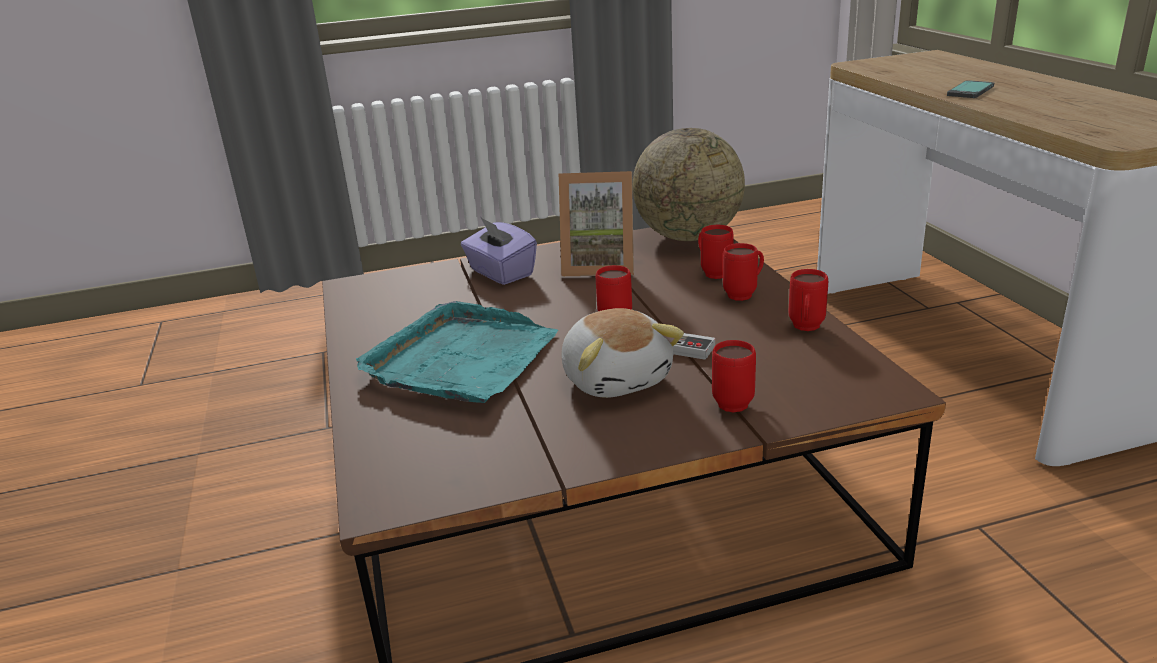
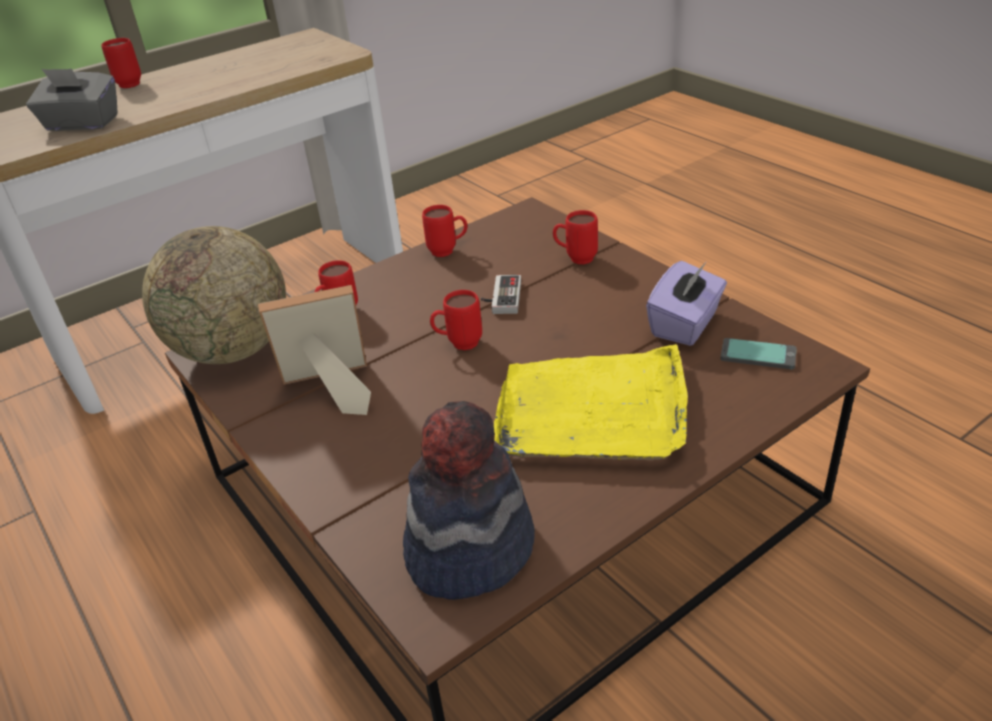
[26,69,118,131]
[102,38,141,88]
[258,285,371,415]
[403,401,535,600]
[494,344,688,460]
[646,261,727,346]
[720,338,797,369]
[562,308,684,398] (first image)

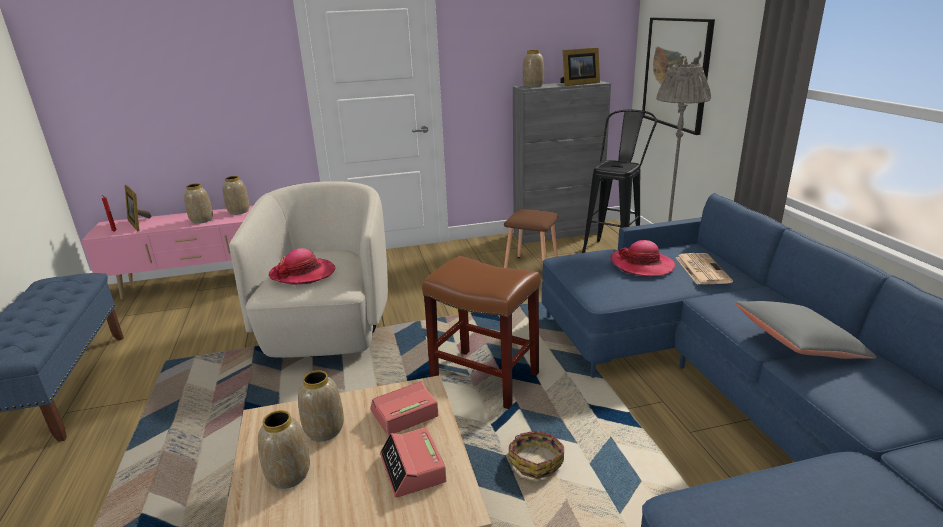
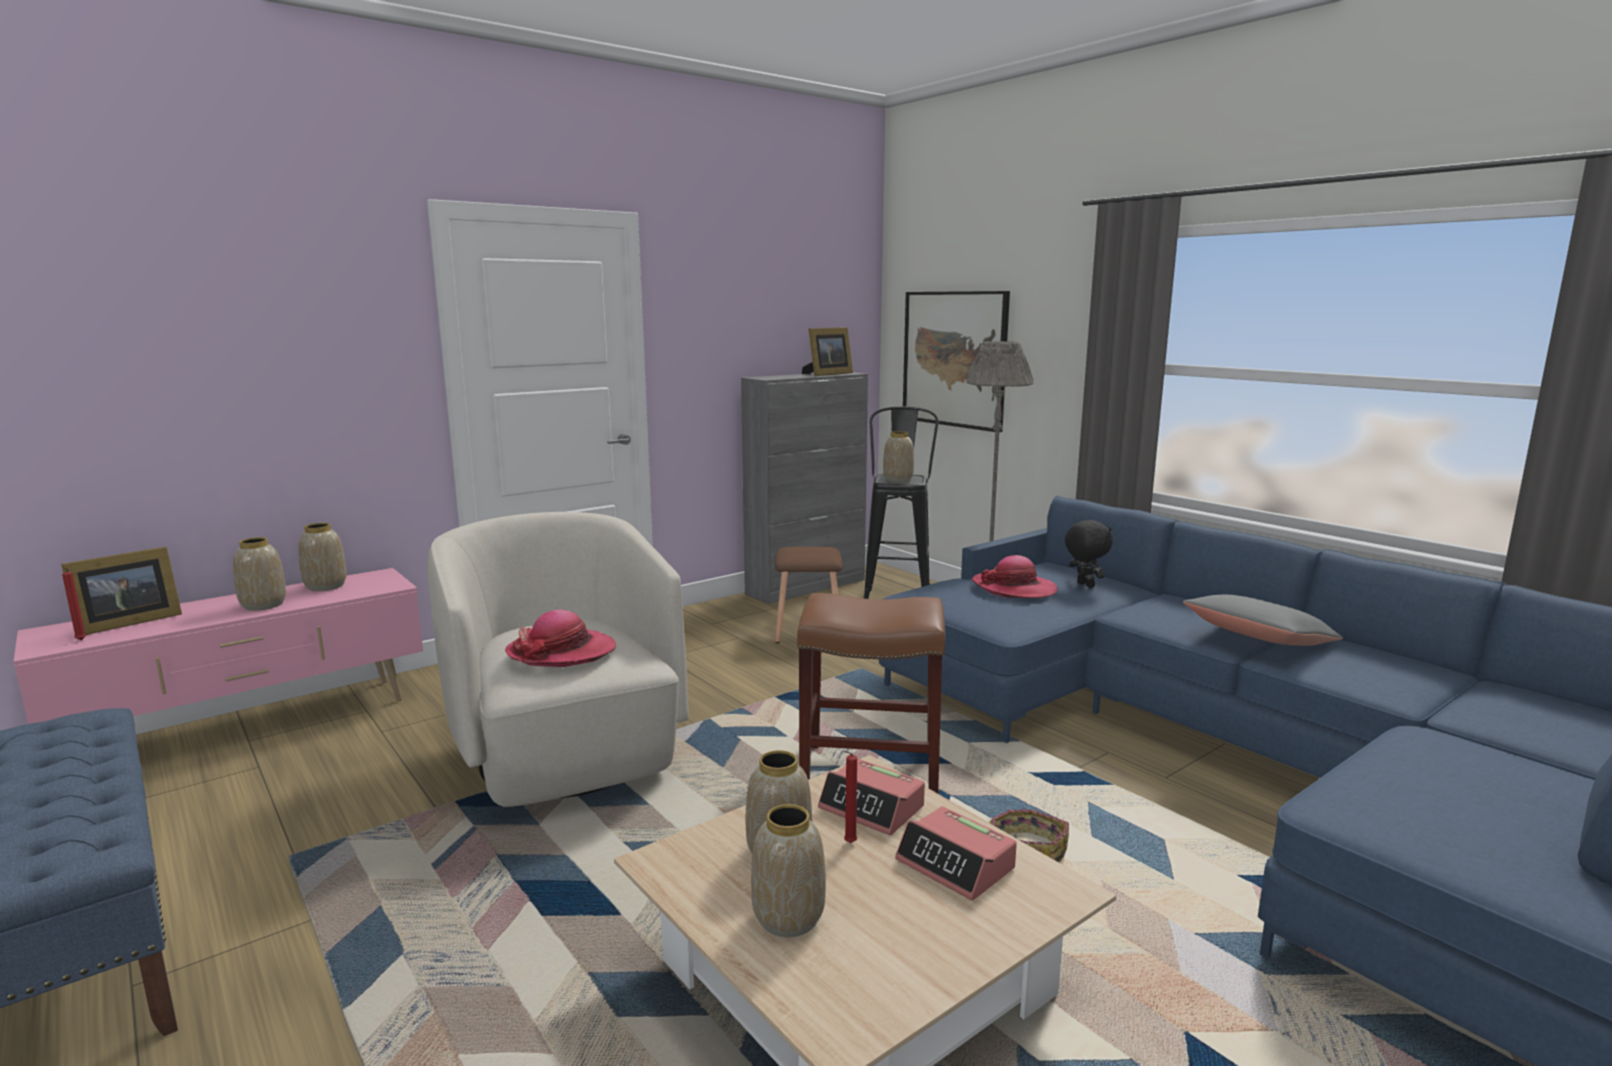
[61,546,182,635]
[818,758,925,835]
[843,750,857,843]
[883,431,914,483]
[1065,520,1113,588]

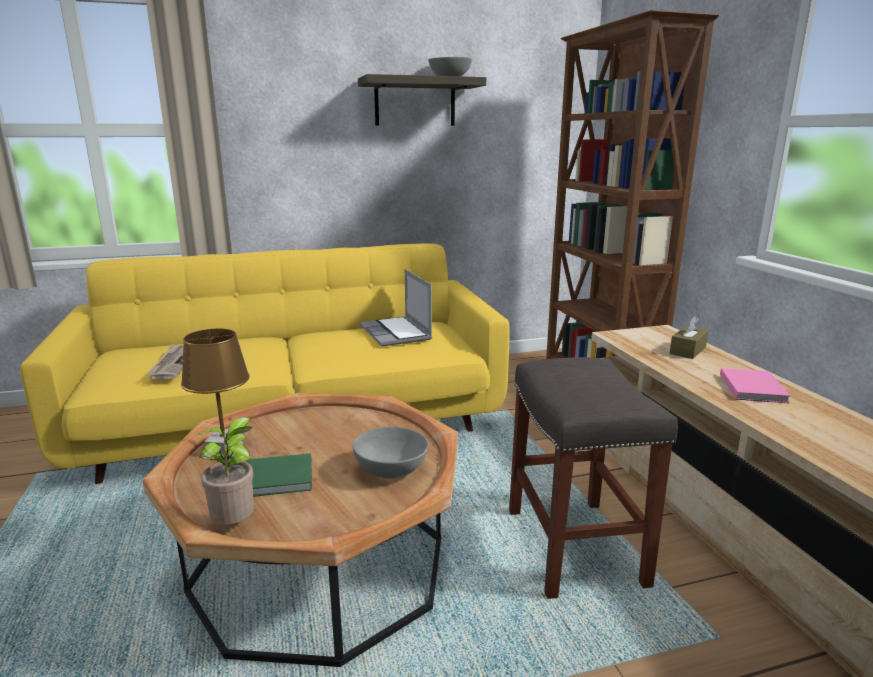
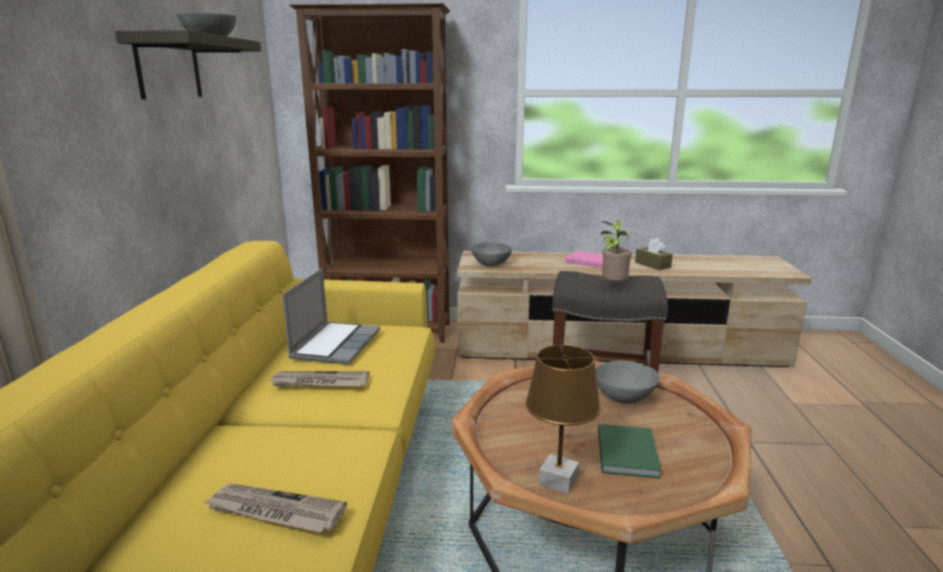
[268,371,369,386]
[282,268,380,365]
[471,242,512,267]
[599,220,632,282]
[635,238,673,270]

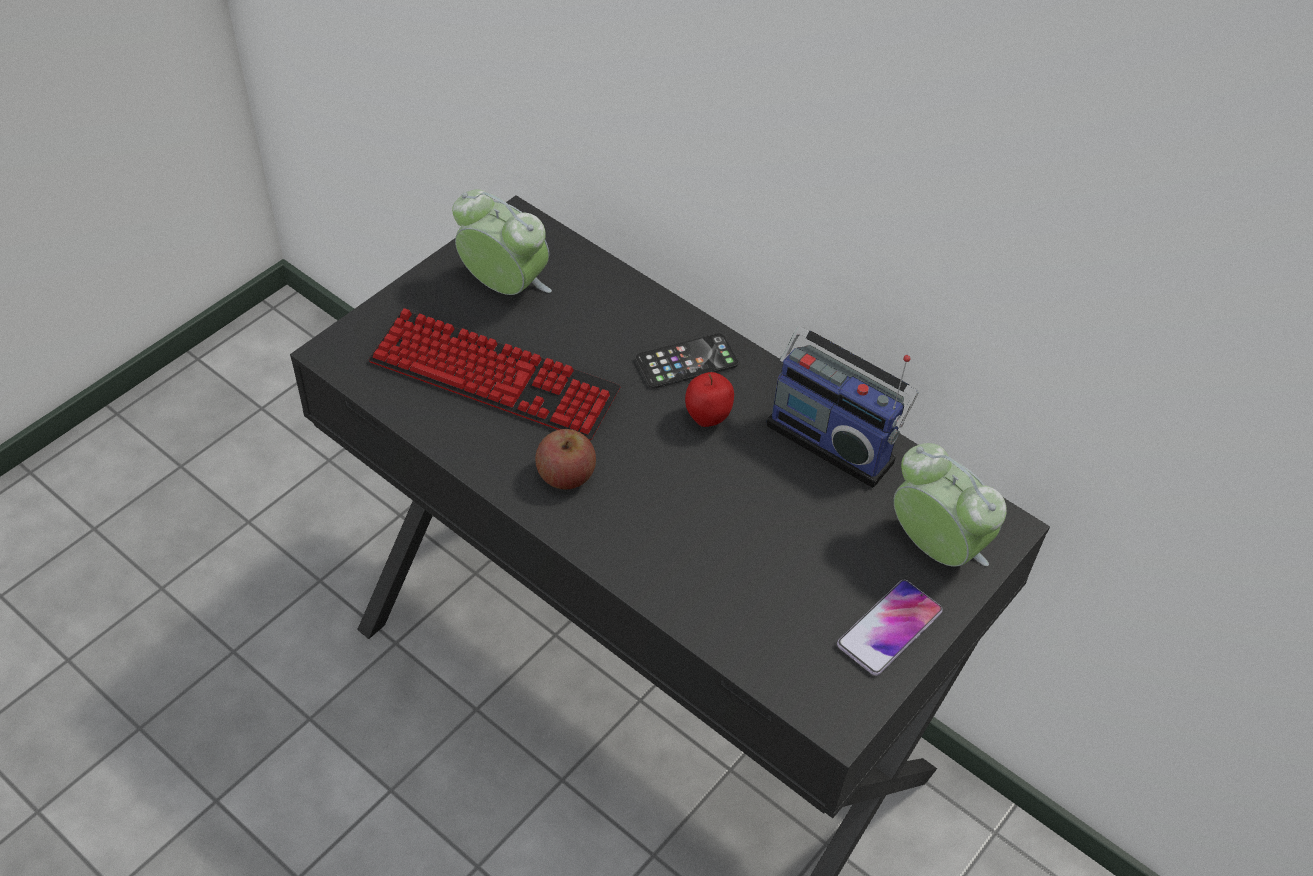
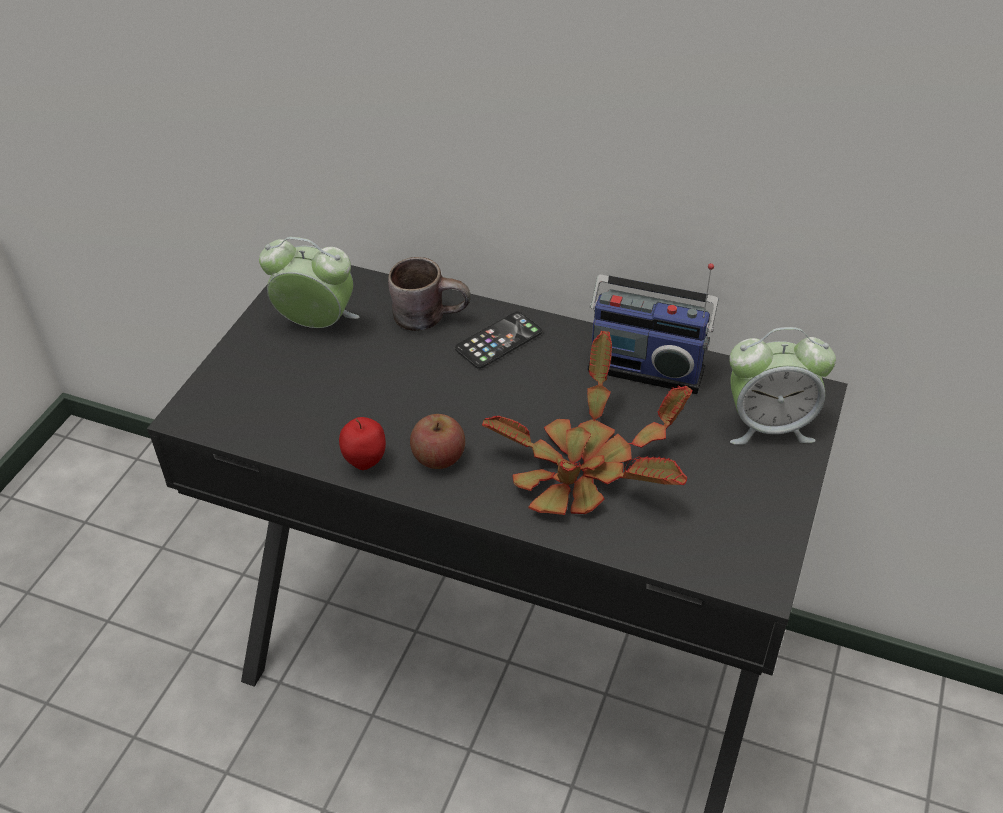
[339,417,386,470]
[388,257,471,331]
[482,331,693,515]
[729,327,836,445]
[369,308,620,440] (first image)
[837,580,943,676] (first image)

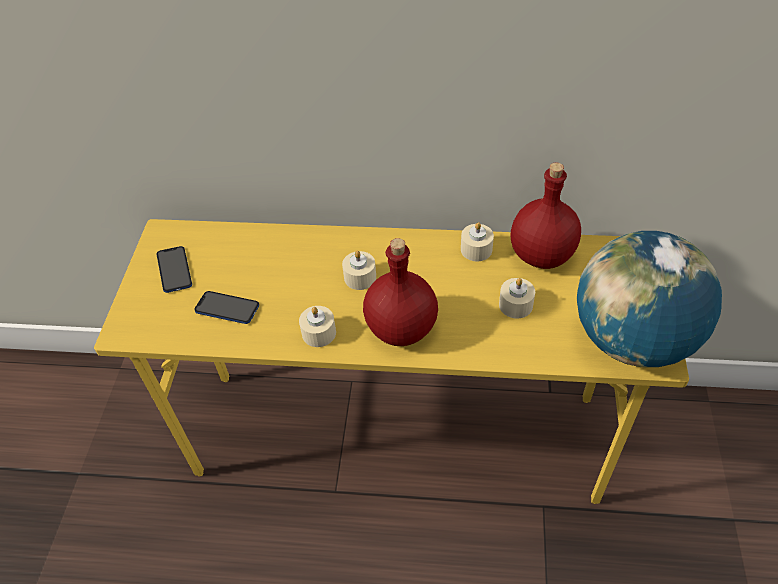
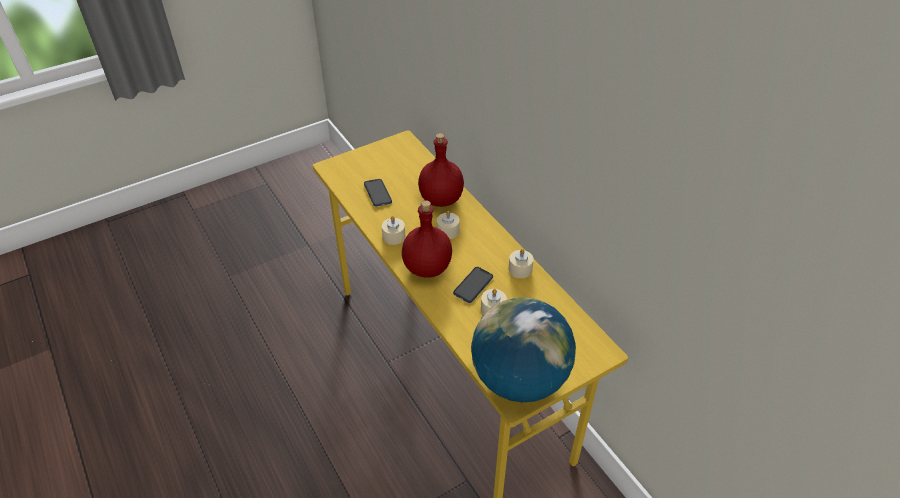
[418,133,464,207]
[453,267,493,303]

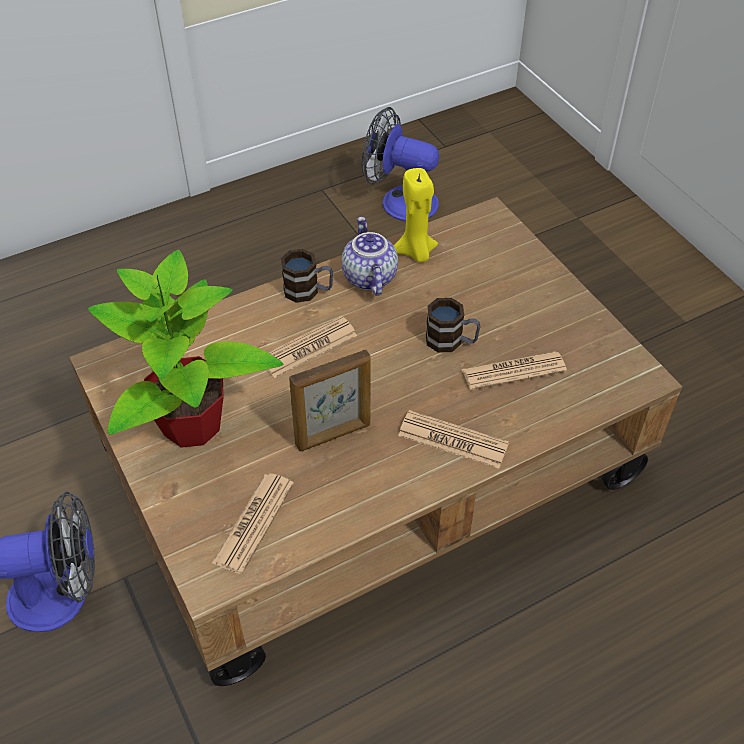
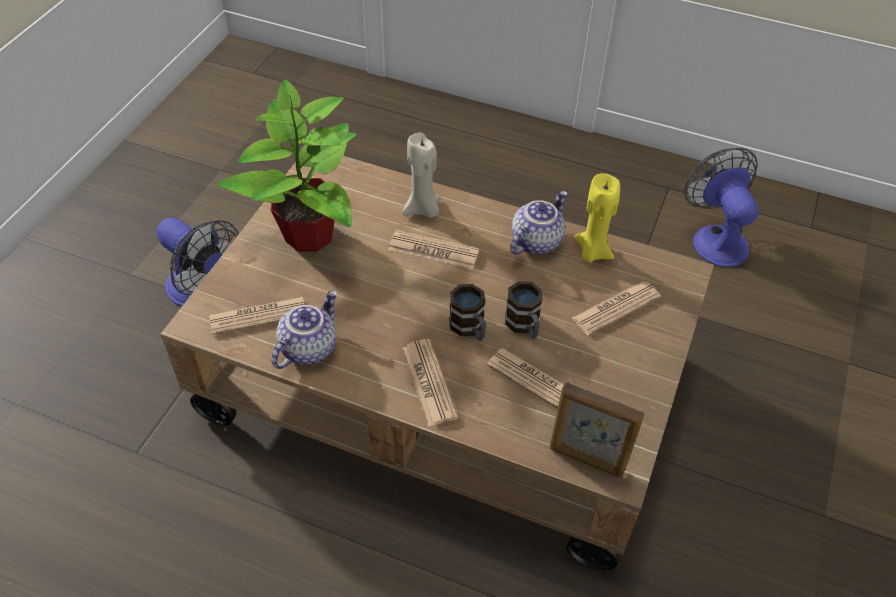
[271,290,337,369]
[402,133,440,218]
[449,284,486,340]
[550,382,645,478]
[572,281,661,335]

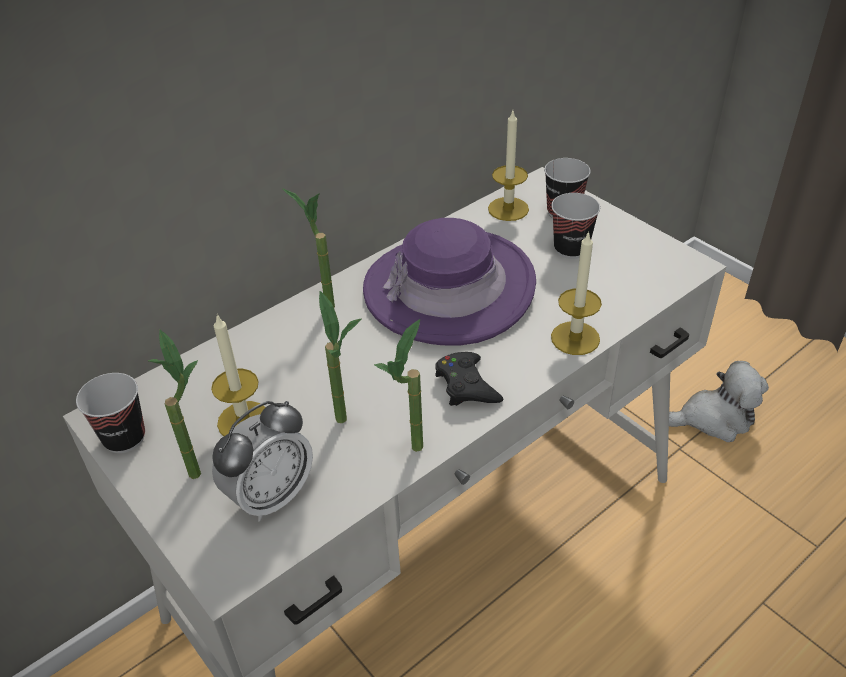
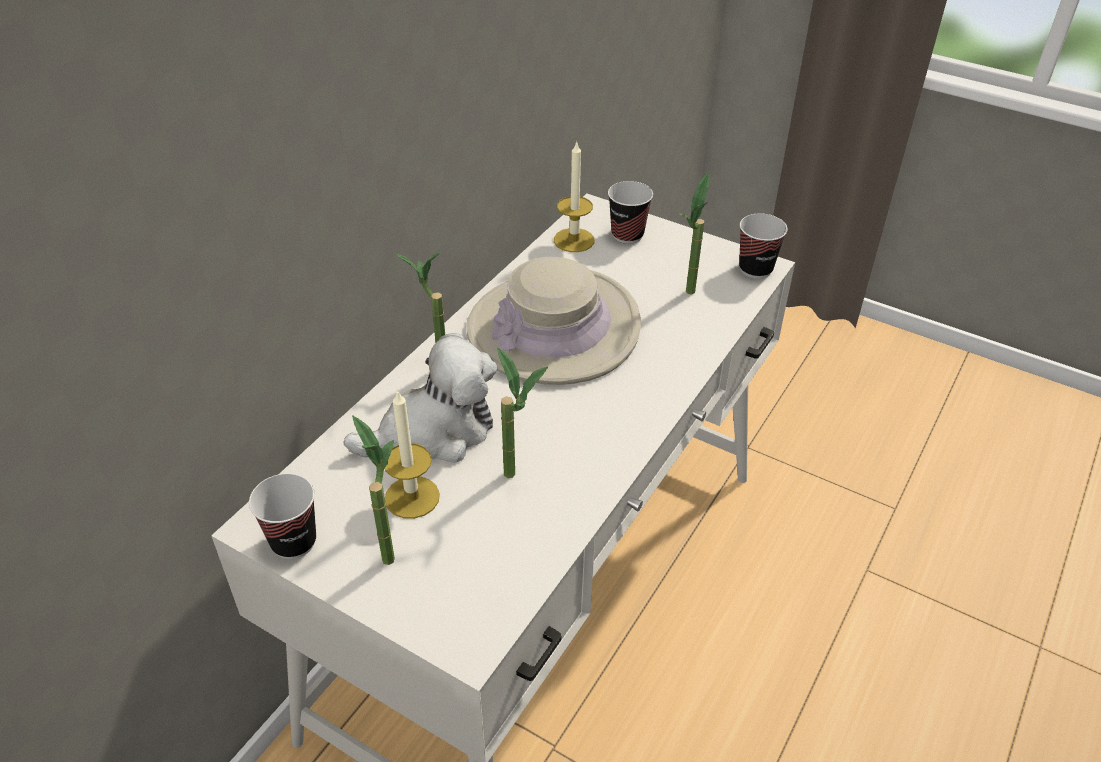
[344,333,497,463]
[466,257,641,385]
[679,173,710,295]
[739,213,788,279]
[212,401,313,522] (first image)
[435,352,503,406] (first image)
[551,231,602,355] (first image)

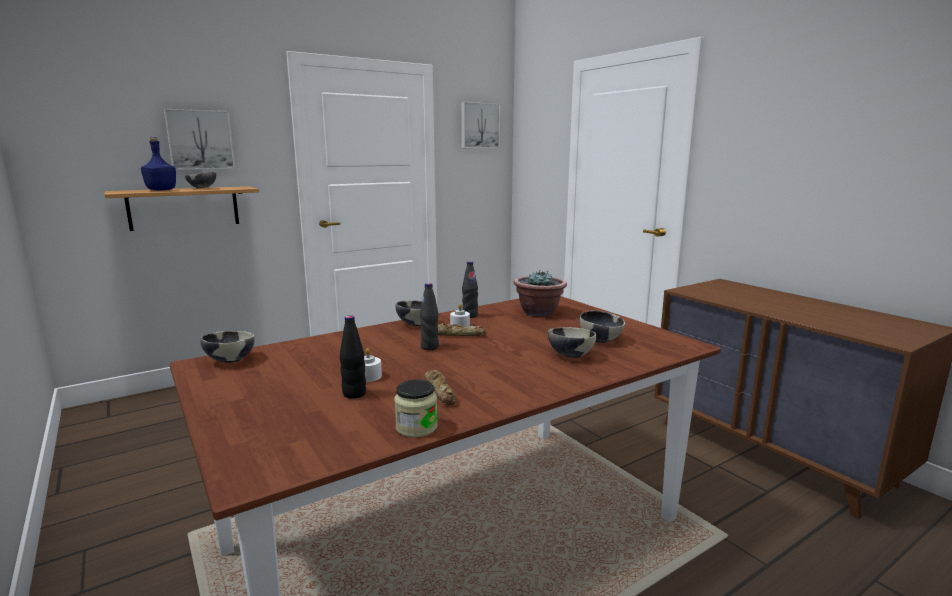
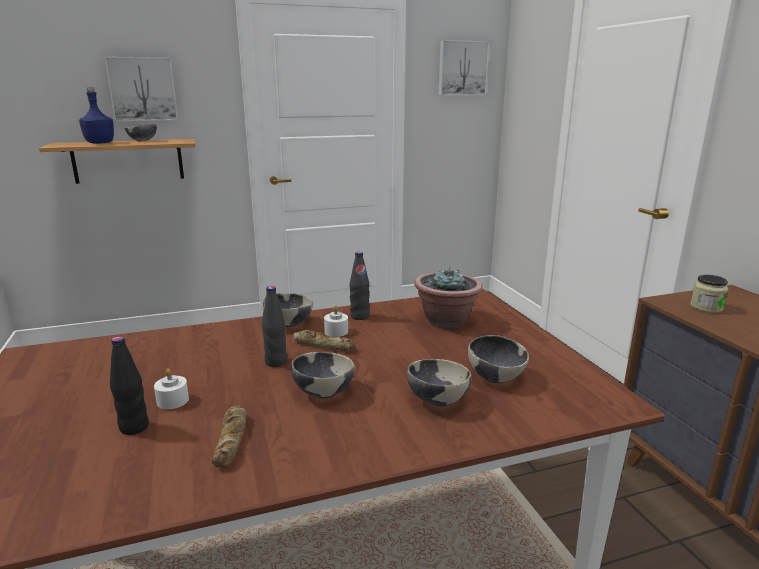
[291,352,354,398]
[690,275,728,313]

